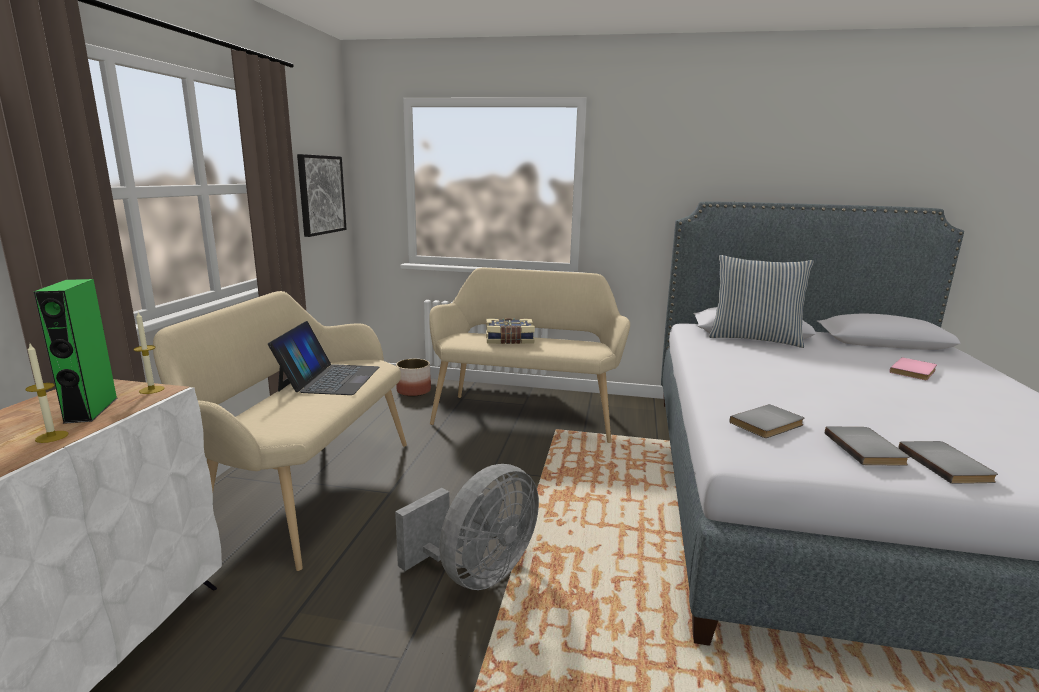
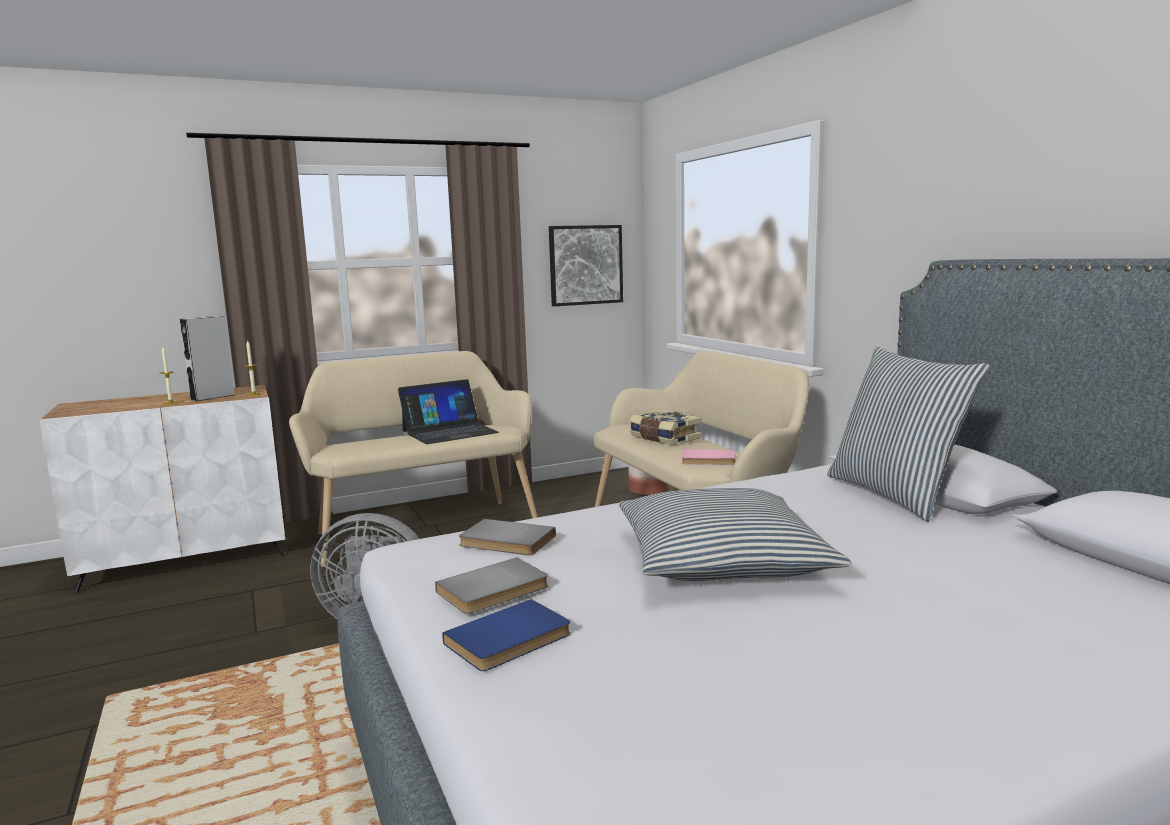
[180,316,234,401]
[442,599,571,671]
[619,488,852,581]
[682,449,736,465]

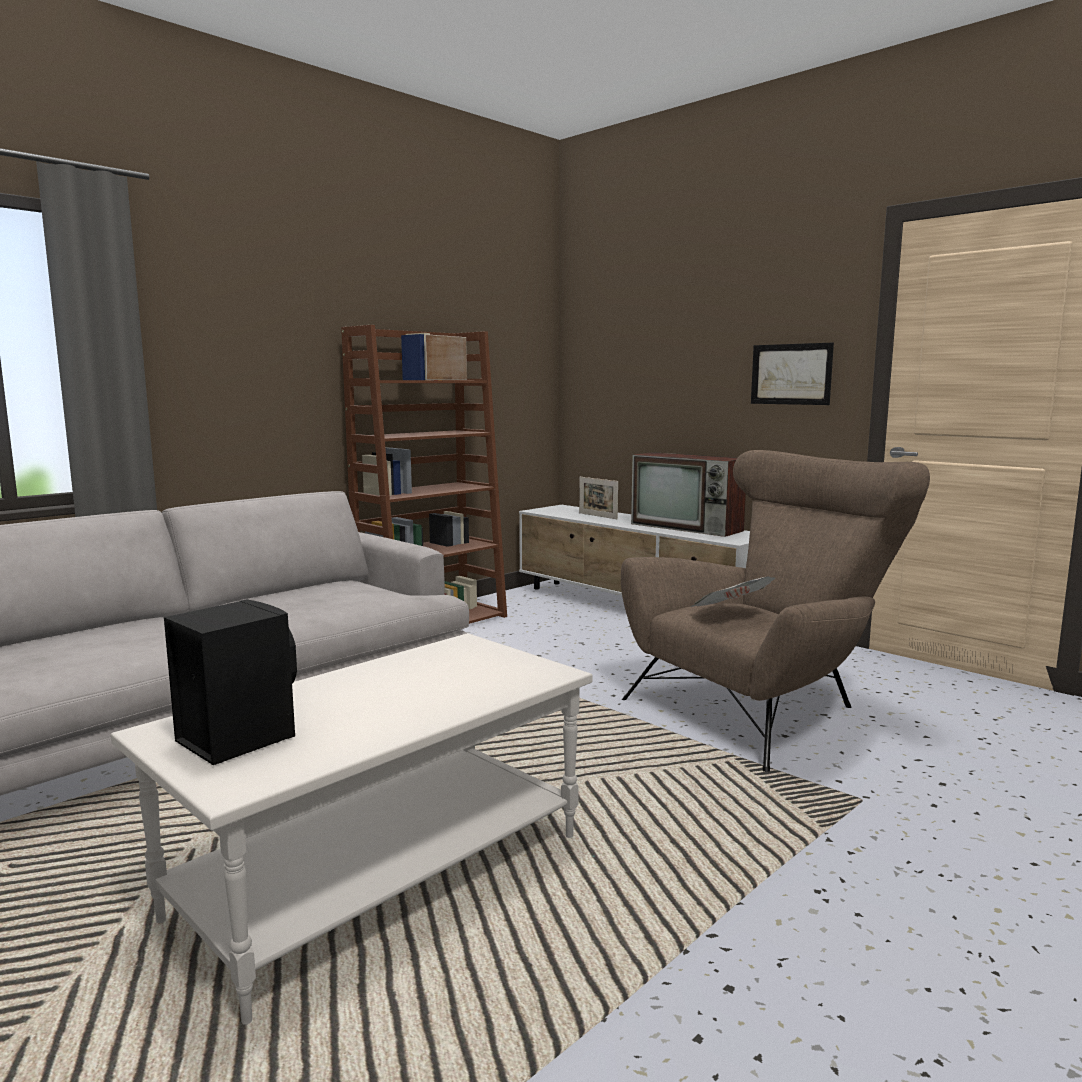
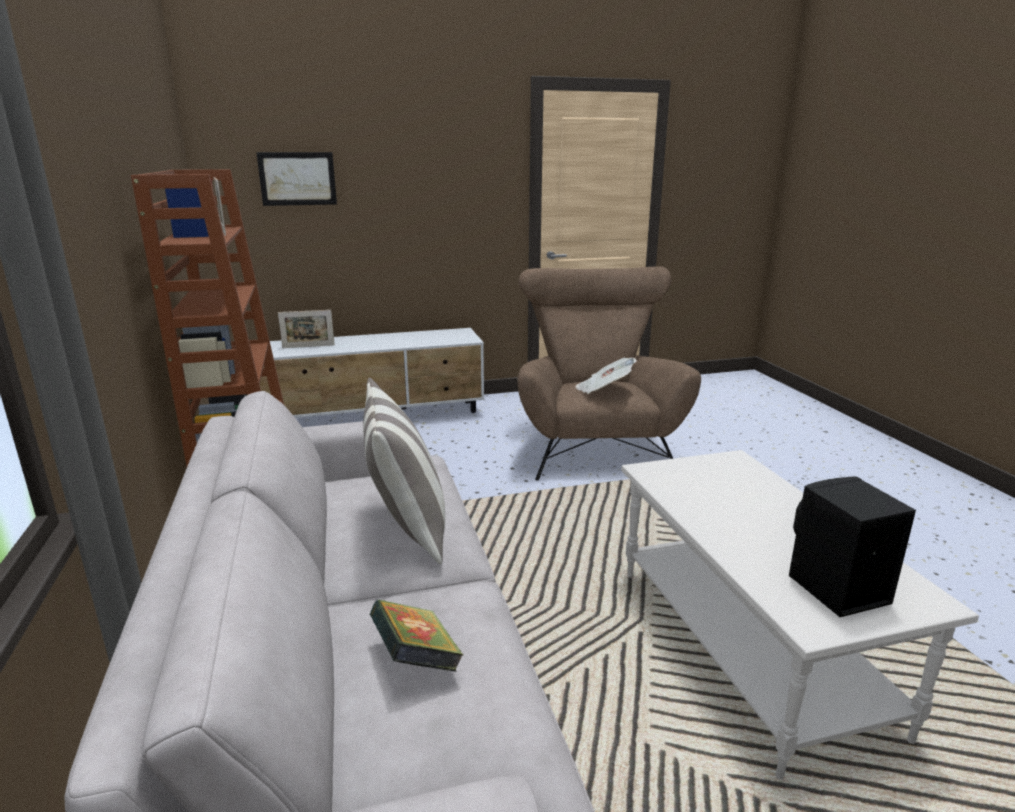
[256,152,337,206]
[363,378,445,565]
[370,600,463,672]
[631,452,746,537] (first image)

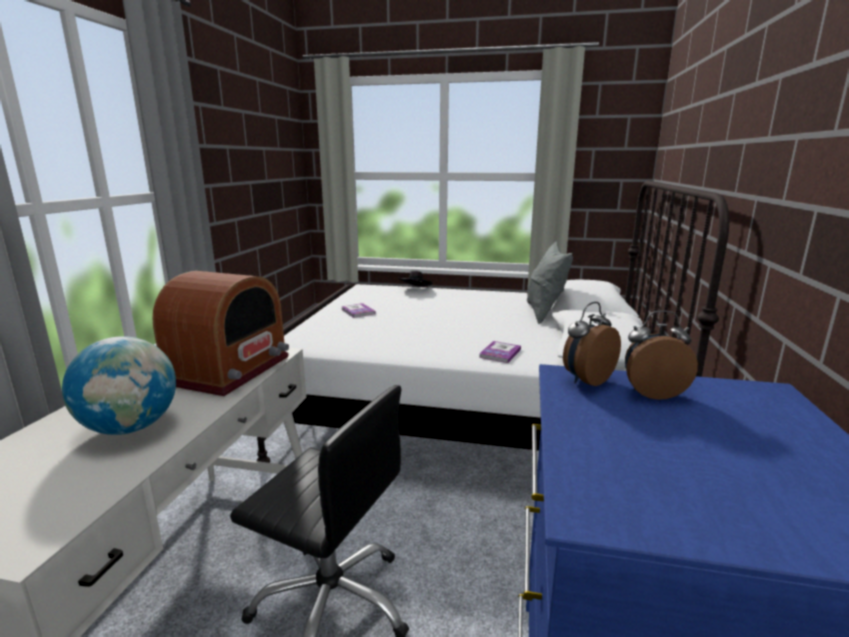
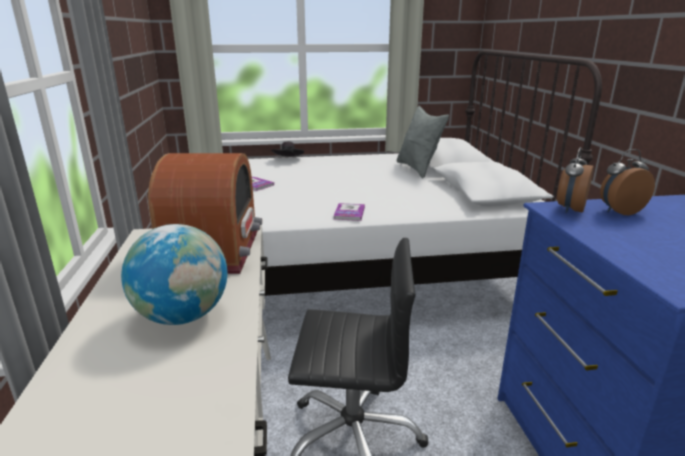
[334,203,365,221]

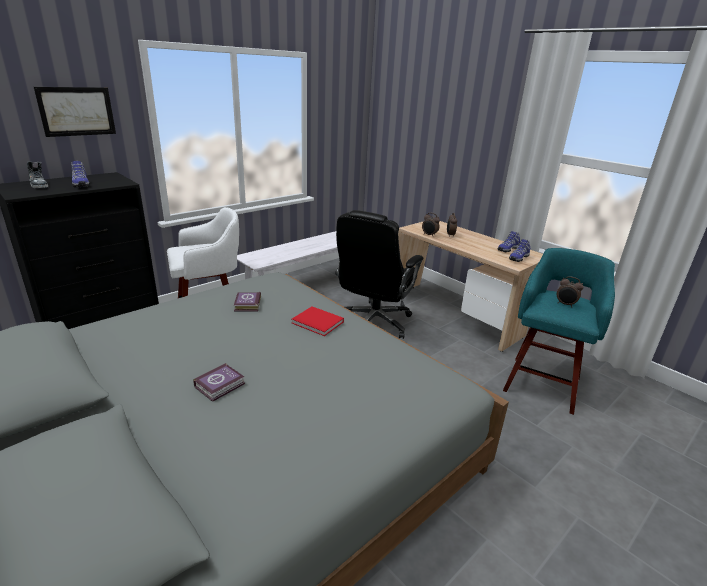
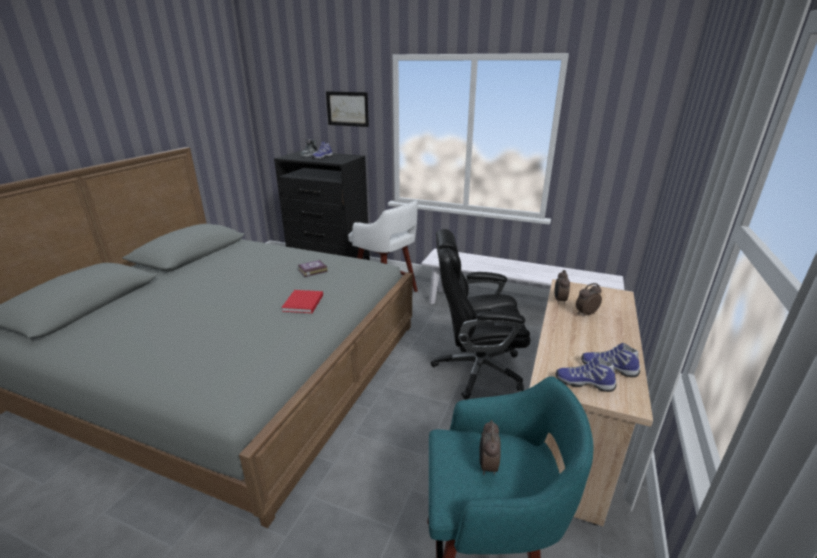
[193,363,245,402] (first image)

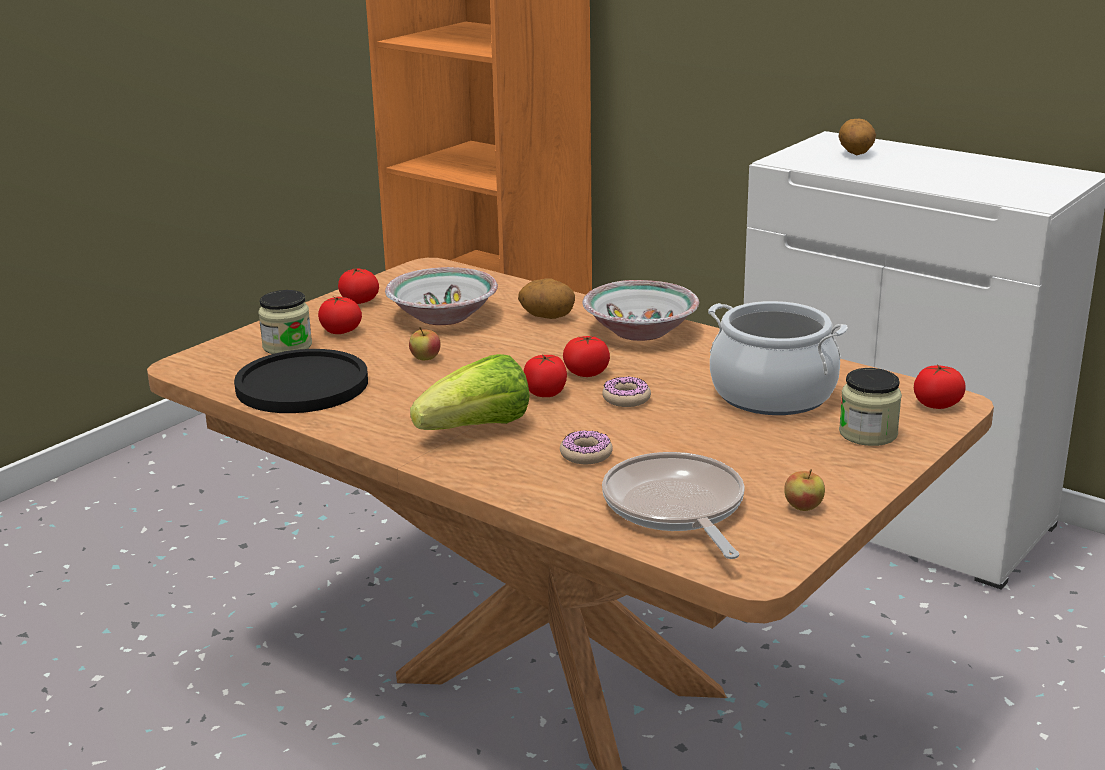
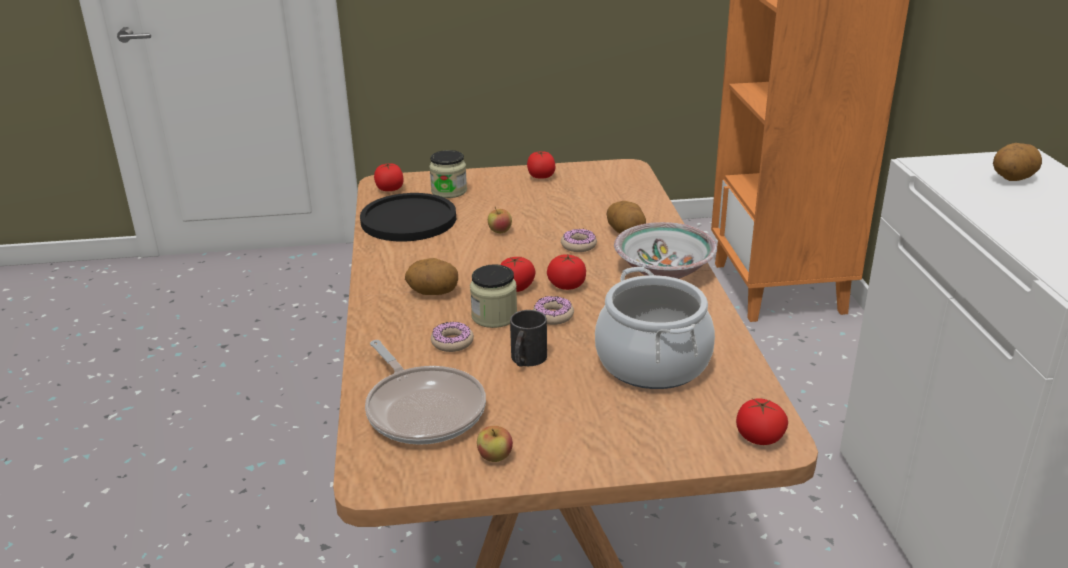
[365,340,486,445]
[374,162,404,191]
[405,258,458,295]
[470,264,517,328]
[510,310,547,367]
[561,229,597,252]
[385,267,498,325] (first image)

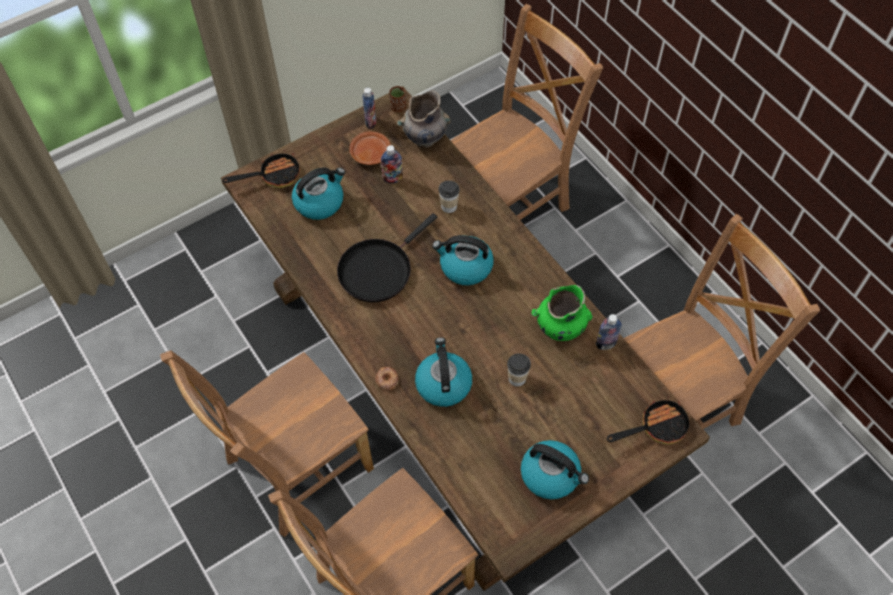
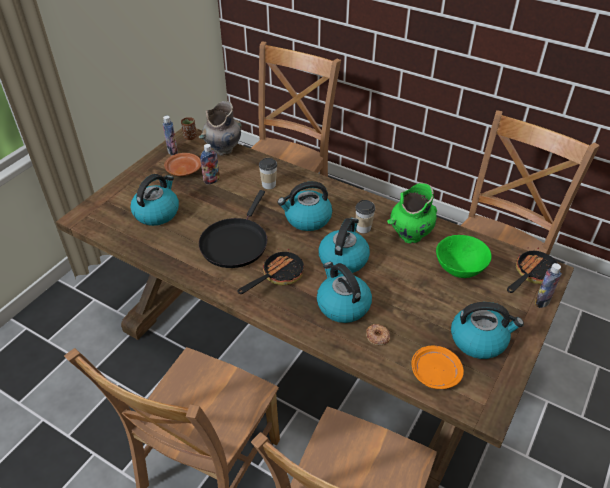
[237,245,304,294]
[318,218,370,274]
[355,200,375,233]
[366,324,390,345]
[412,346,464,389]
[436,235,492,278]
[534,263,562,308]

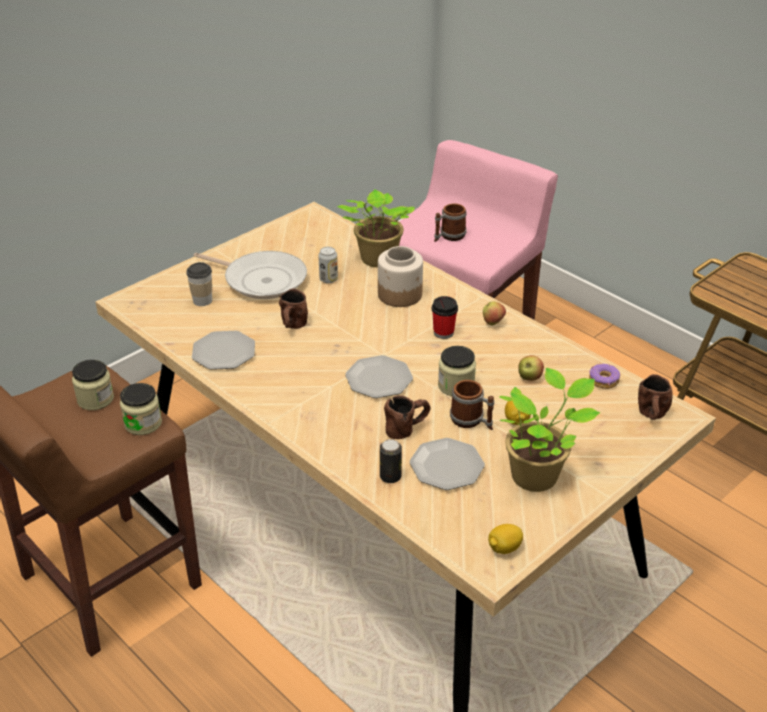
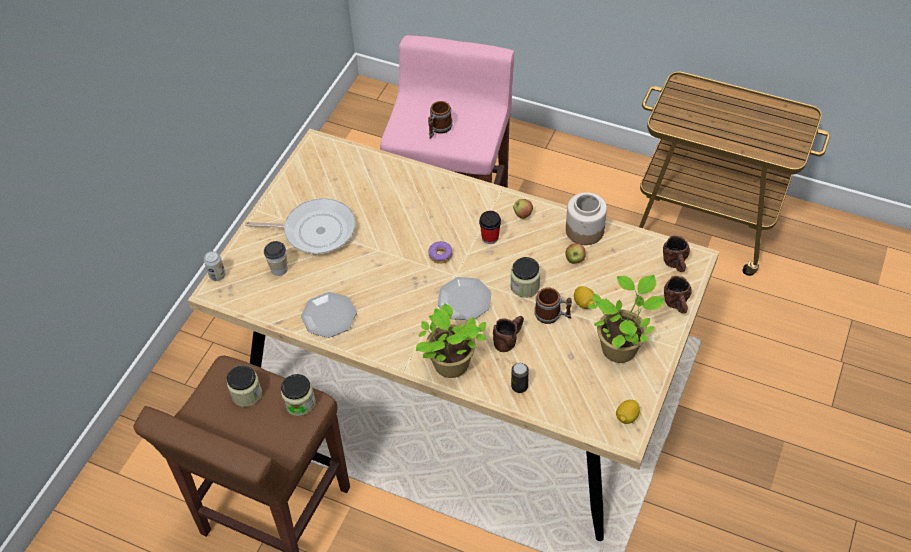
[204,251,226,281]
[416,303,486,378]
[428,241,452,264]
[566,192,607,245]
[664,276,692,314]
[410,438,485,490] (first image)

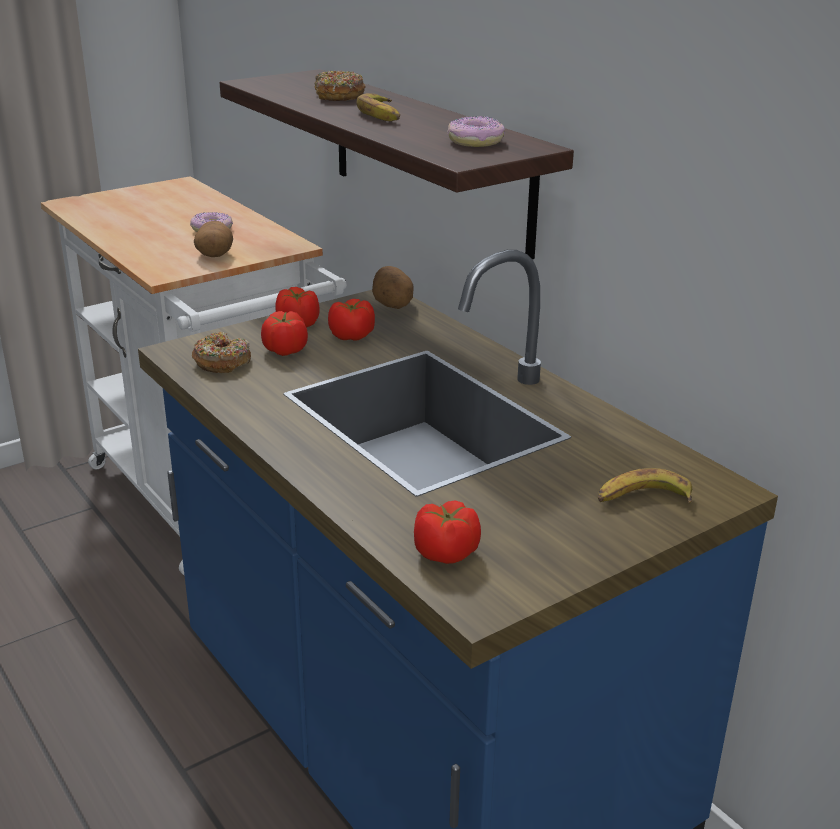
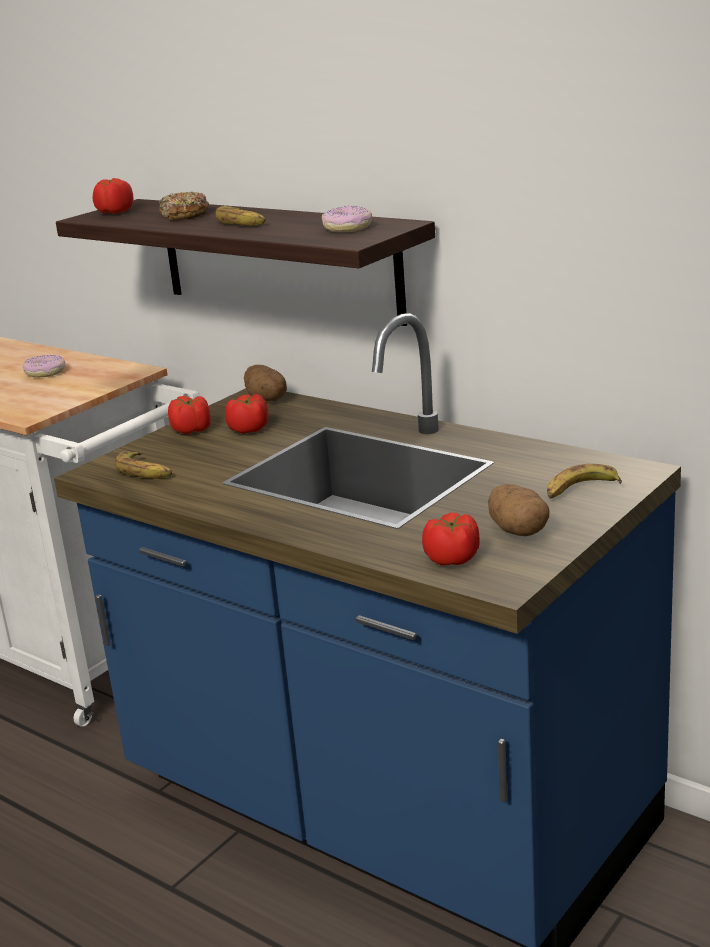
[93,178,133,214]
[115,452,172,479]
[488,484,550,536]

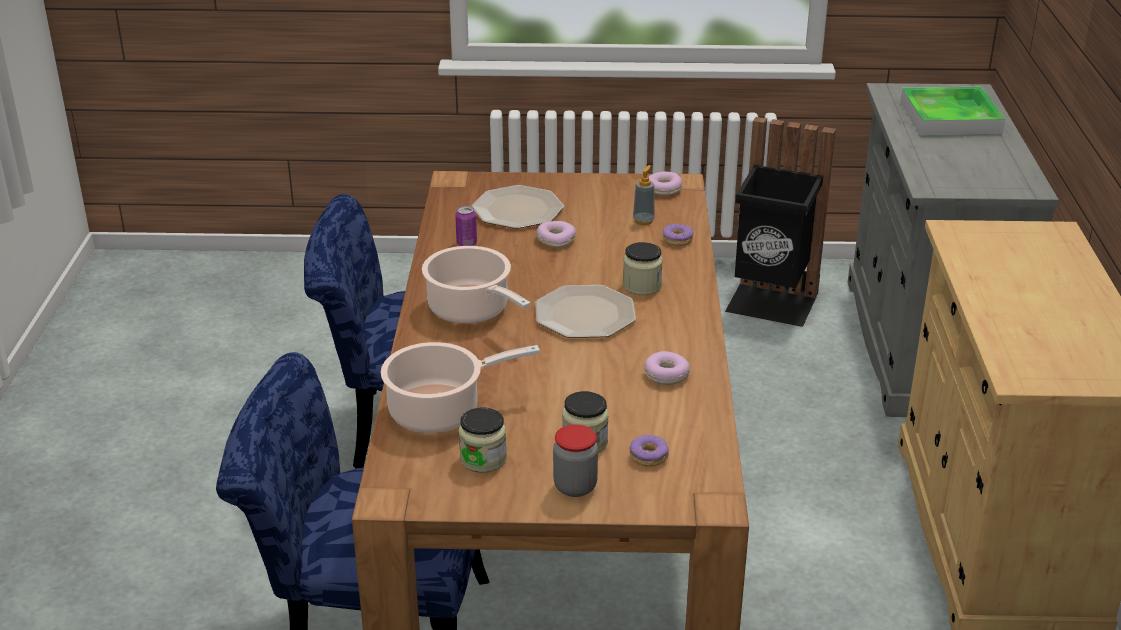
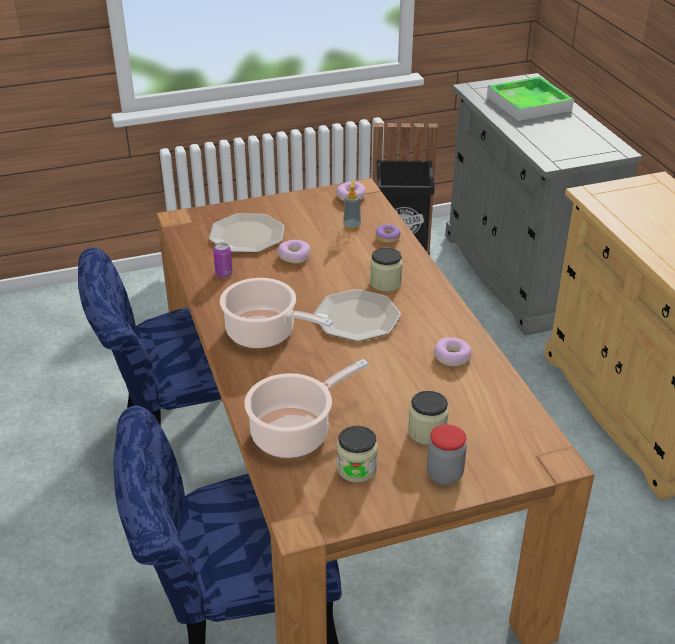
[630,435,669,467] (first image)

